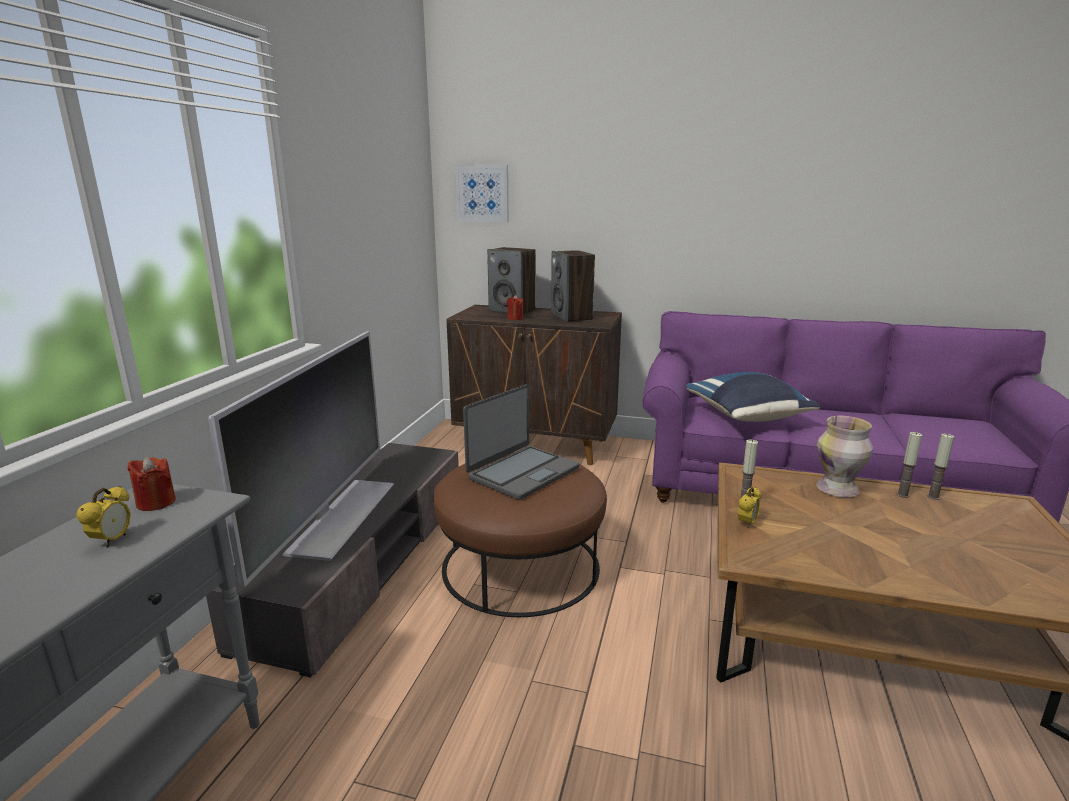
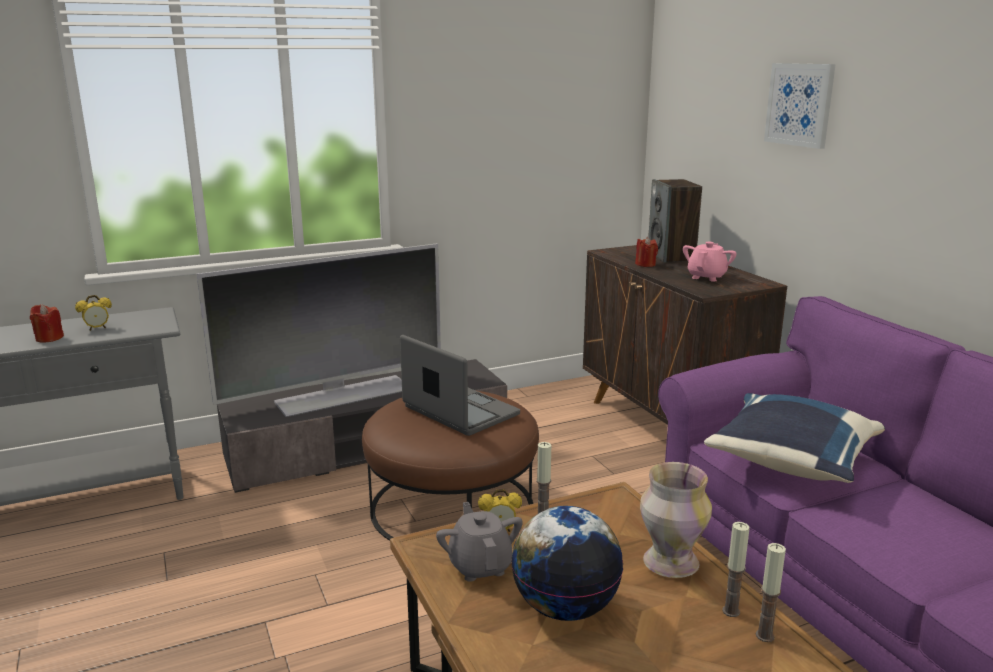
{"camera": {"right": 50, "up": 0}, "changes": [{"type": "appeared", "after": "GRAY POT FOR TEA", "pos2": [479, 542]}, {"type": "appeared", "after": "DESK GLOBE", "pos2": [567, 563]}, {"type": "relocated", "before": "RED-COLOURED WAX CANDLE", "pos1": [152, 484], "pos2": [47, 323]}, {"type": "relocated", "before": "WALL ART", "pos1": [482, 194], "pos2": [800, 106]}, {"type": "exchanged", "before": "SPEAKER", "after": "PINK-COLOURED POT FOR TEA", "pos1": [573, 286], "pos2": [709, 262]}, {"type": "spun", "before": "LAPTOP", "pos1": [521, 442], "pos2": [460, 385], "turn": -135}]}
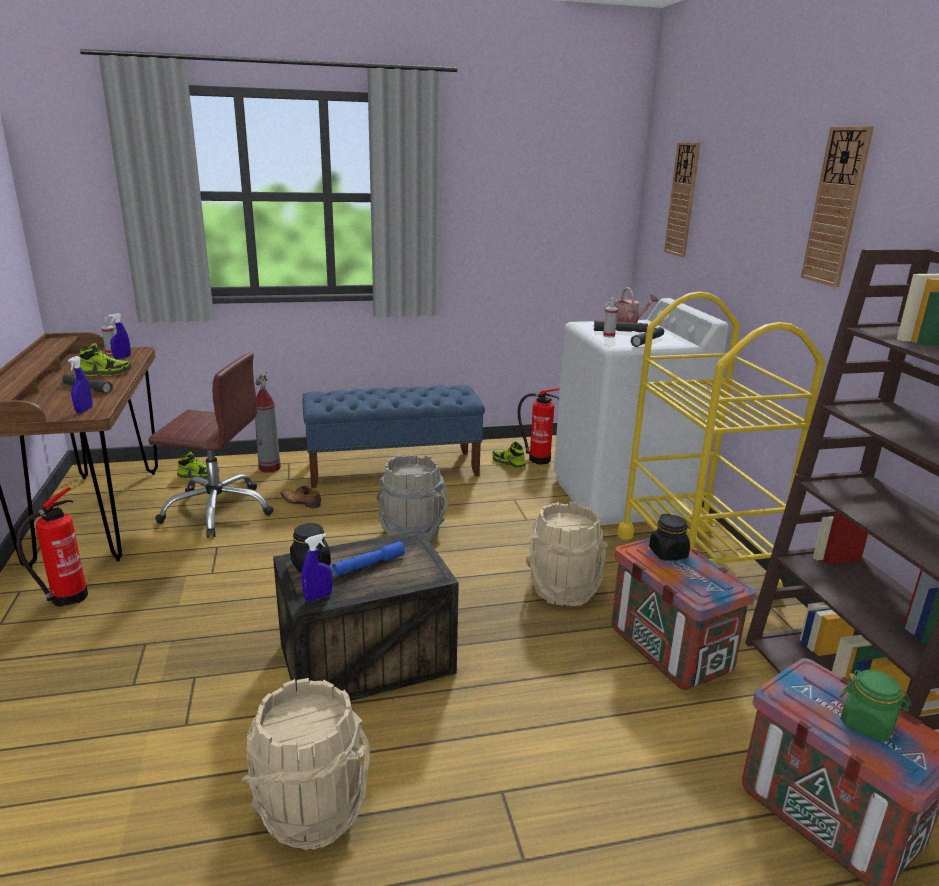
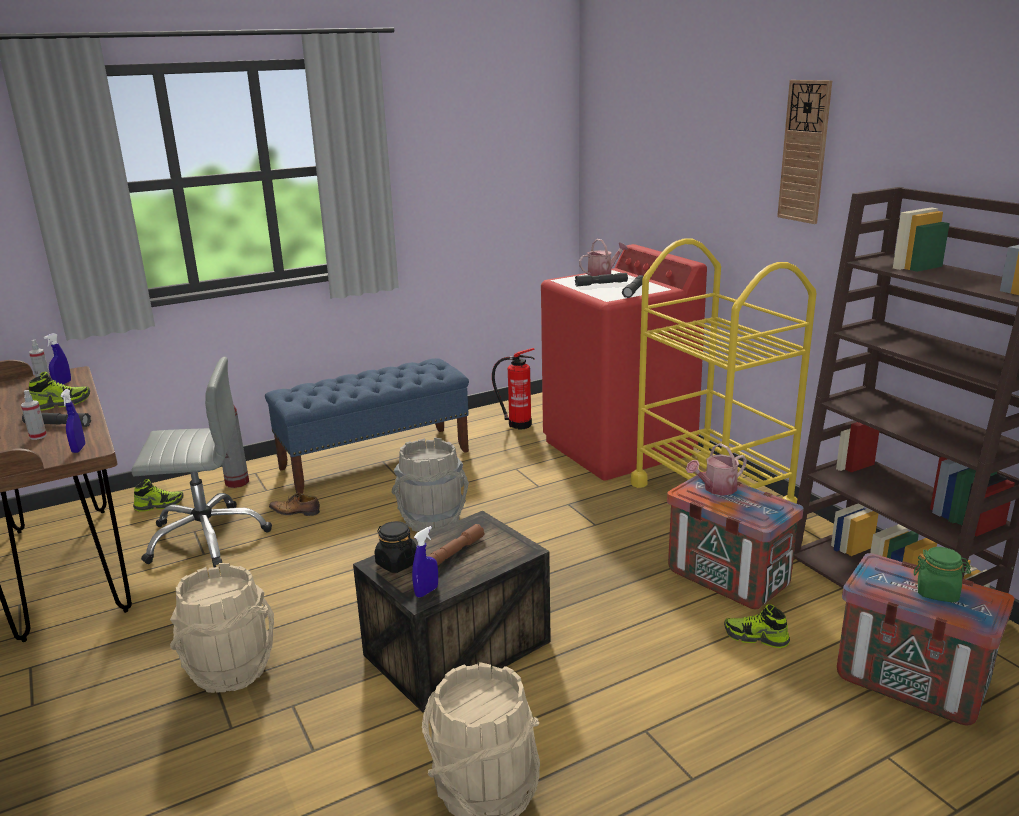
{"camera": {"right": -15, "up": 0}, "changes": [{"type": "missing", "before": "EXTINGUISHER", "pos1": [52, 547]}, {"type": "missing", "before": "CLOCK ON THE WALL", "pos1": [682, 199]}, {"type": "relocated", "before": "SHOE", "pos1": [509, 455], "pos2": [757, 626]}, {"type": "relocated", "before": "BEIGE-COLOURED WATER BUCKET", "pos1": [567, 553], "pos2": [222, 628]}, {"type": "relocated", "before": "HAND SPRAYER", "pos1": [610, 317], "pos2": [34, 415]}, {"type": "exchanged", "before": "BLACK PRESERVE JAR", "after": "SPRINKLING CAN", "pos1": [669, 537], "pos2": [716, 469]}, {"type": "colour", "before": "BROWNISH OFFICE CHAIR", "after": "GRAY OFFICE CHAIR", "pos1": [211, 445], "pos2": [201, 462]}, {"type": "colour", "before": "BLUISH FLASHLIGHT", "after": "BROWNISH FLASHLIGHT", "pos1": [368, 558], "pos2": [456, 544]}, {"type": "colour", "before": "WHITISH LAUNDRY MACHINE", "after": "RED-COLOURED LAUNDRY MACHINE", "pos1": [641, 412], "pos2": [624, 362]}]}
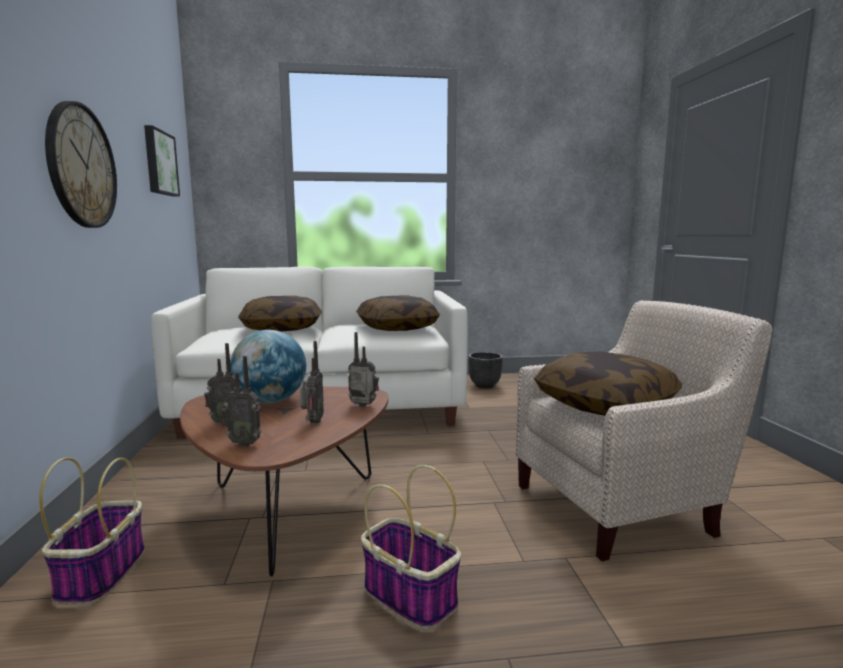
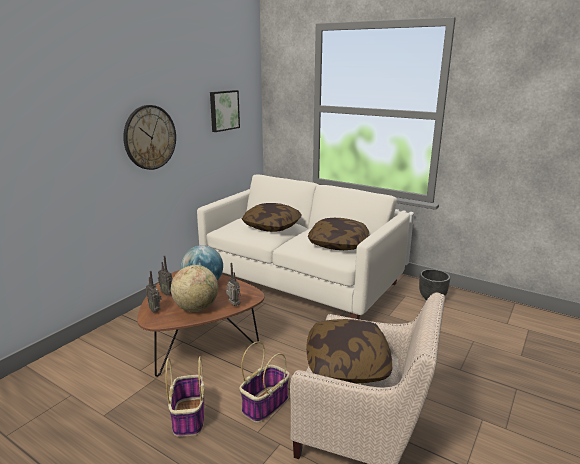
{"camera": {"right": 40, "up": 10}, "changes": [{"type": "relocated", "before": "HOUSEHOLD BASKET", "pos1": [92, 531], "pos2": [264, 382]}, {"type": "exchanged", "before": "RADIO RECEIVER", "after": "DESK GLOBE", "pos1": [312, 382], "pos2": [194, 288]}]}
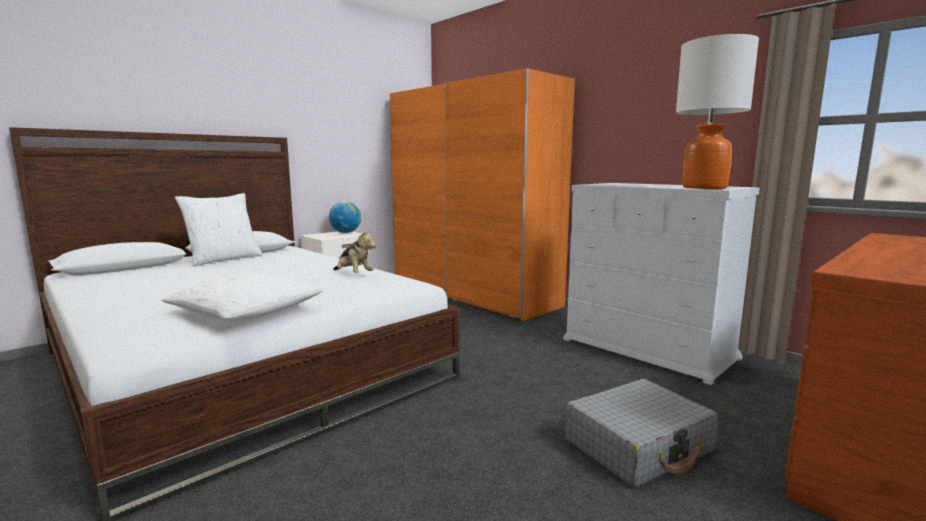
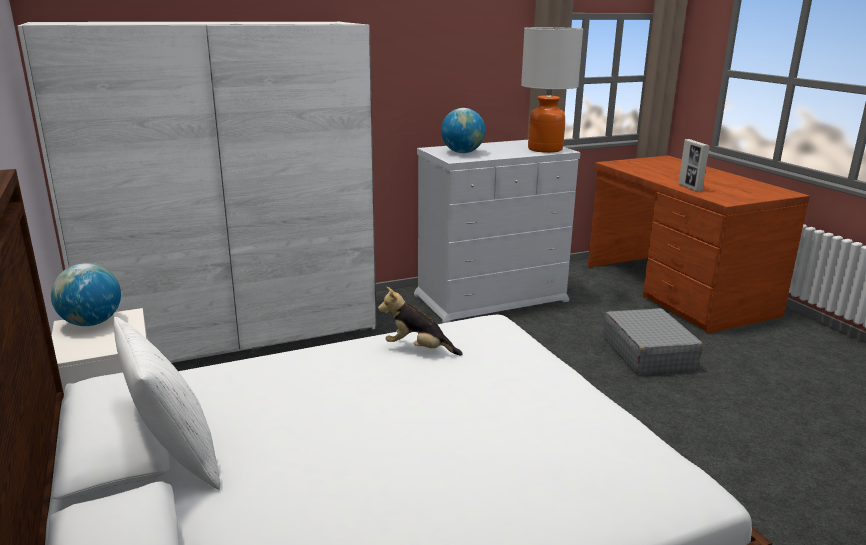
{"camera": {"right": -70, "up": 10}, "changes": [{"type": "missing", "before": "WHITISH PILLOW", "pos1": [242, 298]}, {"type": "appeared", "after": "DESK GLOBE", "pos2": [463, 130]}, {"type": "appeared", "after": "PHOTO FRAME", "pos2": [694, 165]}, {"type": "colour", "before": "ORANGE ARMOIRE", "after": "WHITISH ARMOIRE", "pos1": [482, 194], "pos2": [196, 192]}, {"type": "spun", "before": "PLUSH TOY", "pos1": [354, 251], "pos2": [420, 321], "turn": -135}]}
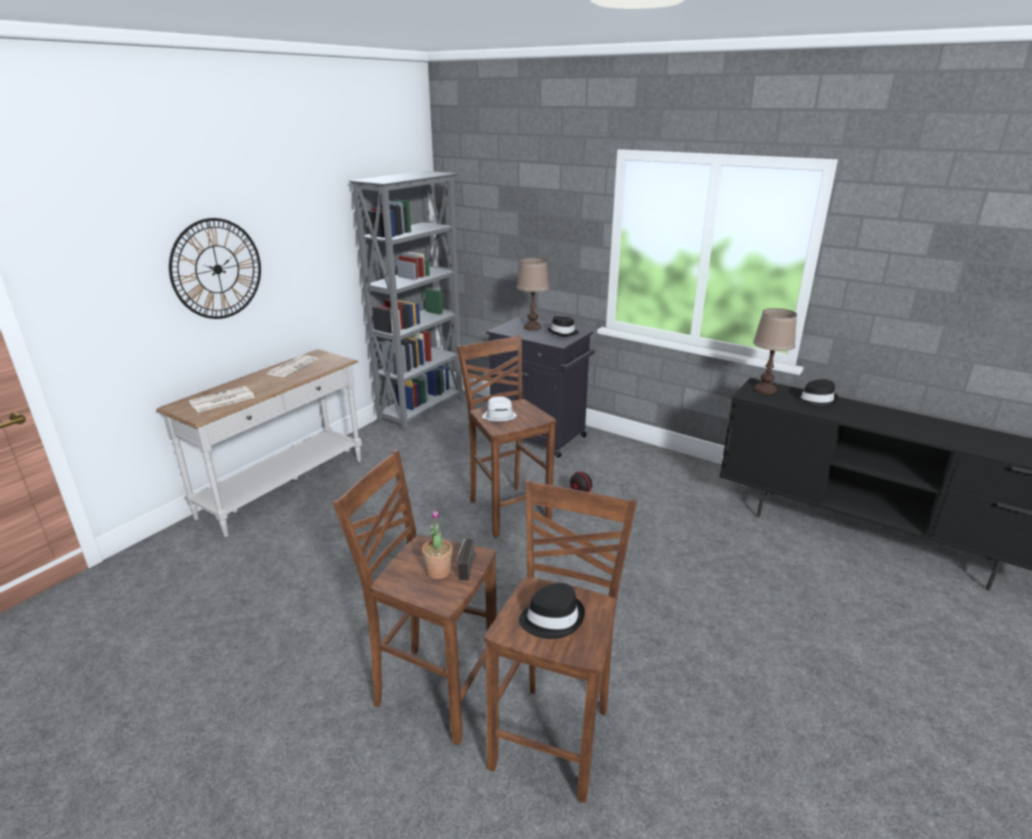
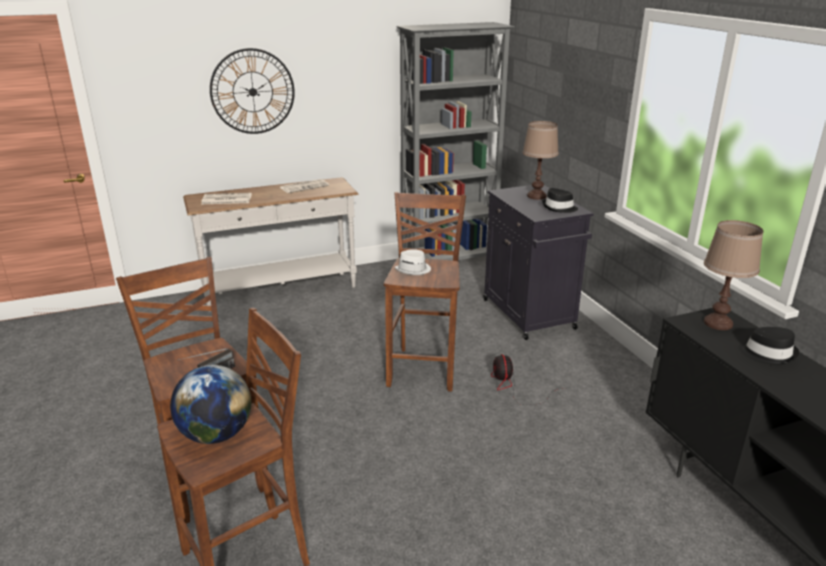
{"camera": {"right": 35, "up": 0}, "changes": [{"type": "missing", "before": "HOUSEPLANT", "pos1": [437, 544]}, {"type": "exchanged", "before": "BLACK HAT", "after": "DESK GLOBE", "pos1": [552, 611], "pos2": [210, 404]}]}
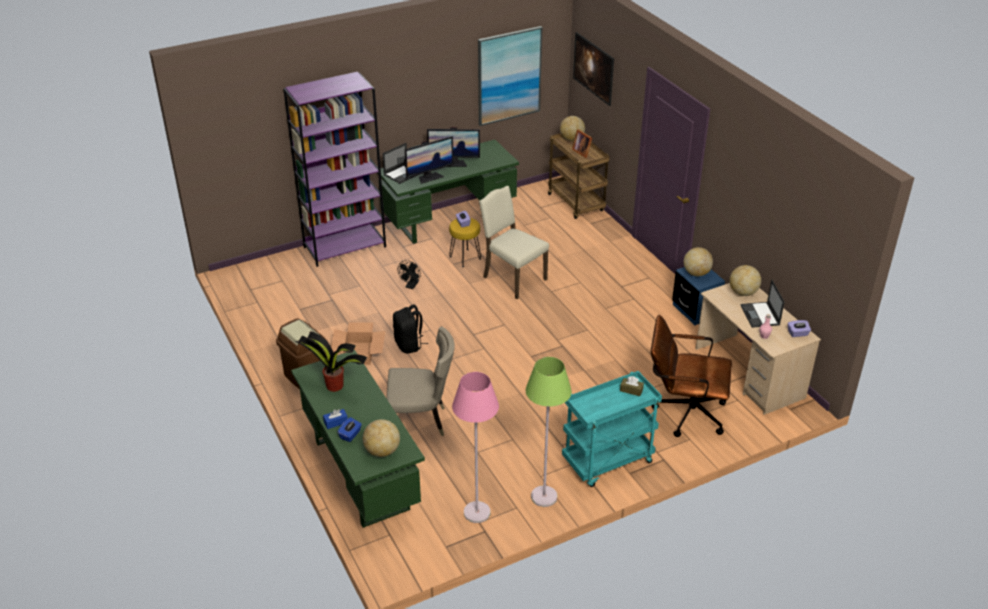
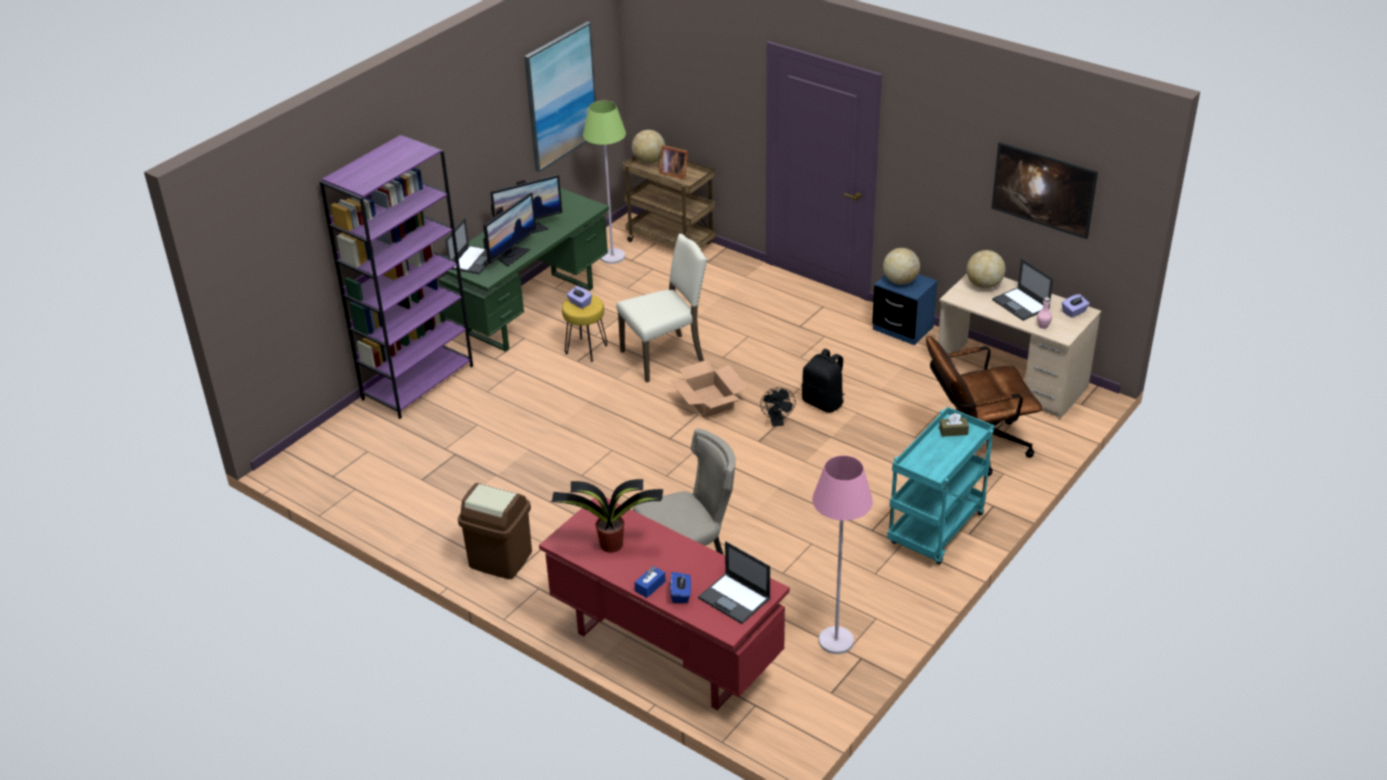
{"camera": {"right": -25, "up": 0}, "changes": [{"type": "relocated", "before": "CARDBOARD BOX", "pos1": [358, 343], "pos2": [709, 389]}, {"type": "relocated", "before": "BLACK RUCKSACK", "pos1": [410, 329], "pos2": [823, 381]}, {"type": "relocated", "before": "BLACK FAN", "pos1": [409, 274], "pos2": [778, 406]}, {"type": "relocated", "before": "GREEN FLOOR LAMP", "pos1": [549, 432], "pos2": [604, 182]}, {"type": "relocated", "before": "WALL ART", "pos1": [593, 69], "pos2": [1044, 190]}, {"type": "exchanged", "before": "DESK GLOBE", "after": "LAPTOP", "pos1": [381, 438], "pos2": [734, 582]}, {"type": "colour", "before": "GREEN DESK", "after": "RED-COLOURED DESK", "pos1": [358, 439], "pos2": [664, 603]}, {"type": "spun", "before": "BEIGE-COLOURED CHAIR", "pos1": [514, 242], "pos2": [662, 308], "turn": 135}]}
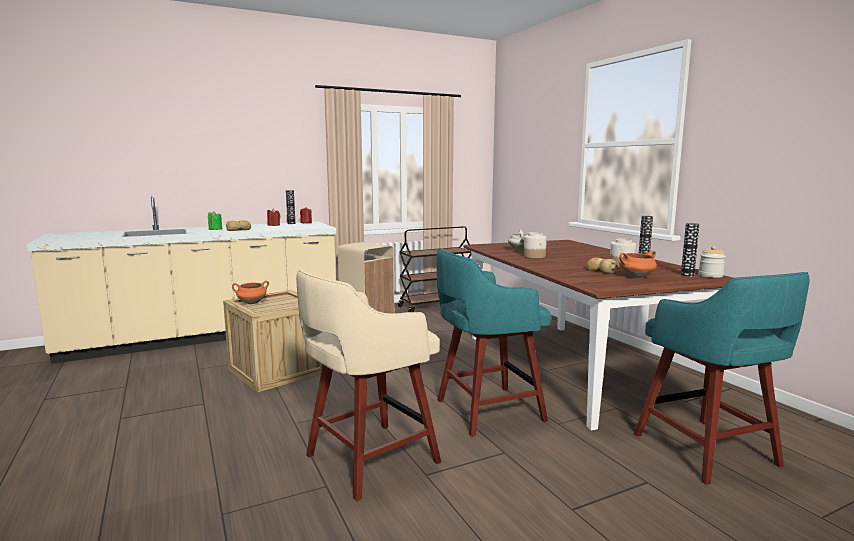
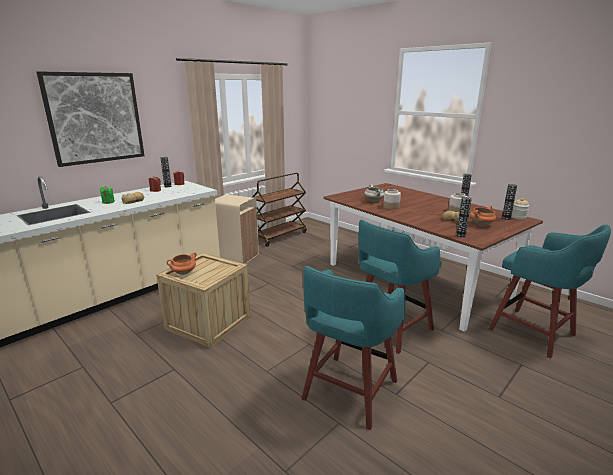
{"camera": {"right": -20, "up": 10}, "changes": [{"type": "appeared", "after": "WALL ART", "pos2": [91, 119]}, {"type": "appeared", "after": "VASE", "pos2": [464, 217]}, {"type": "colour", "before": "BEIGE-COLOURED STOOL", "after": "BLUE-GREEN STOOL", "pos1": [368, 384], "pos2": [353, 348]}]}
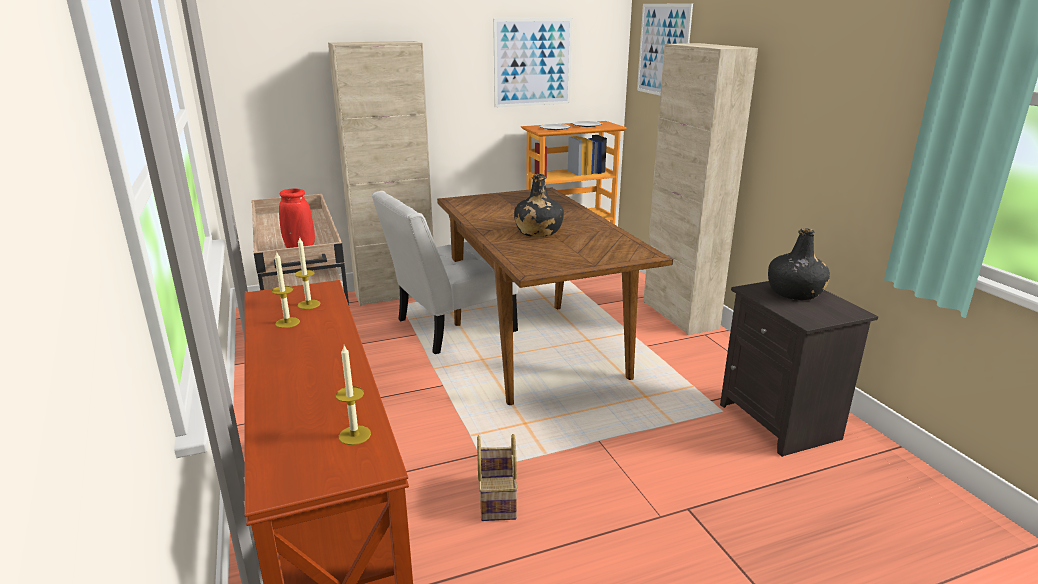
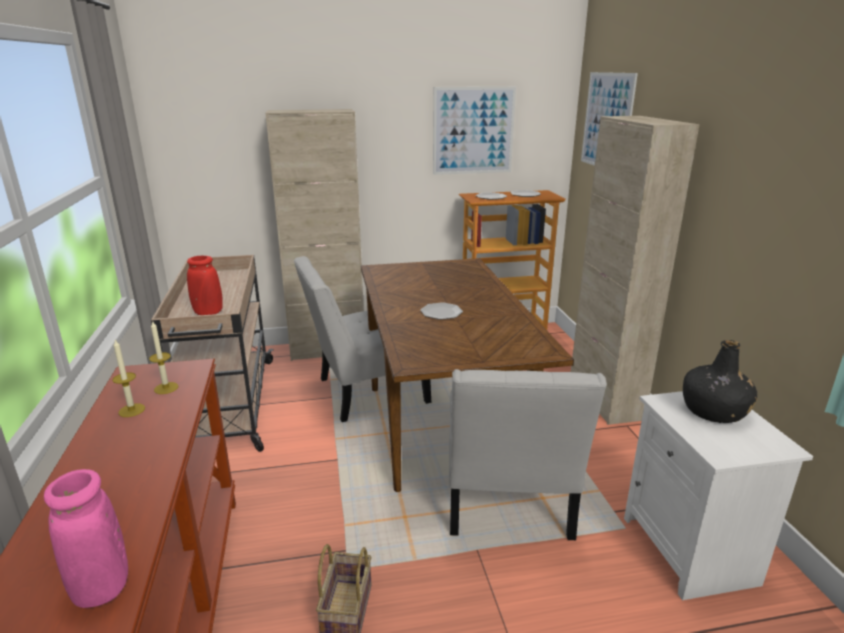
{"camera": {"right": 10, "up": 0}, "changes": [{"type": "appeared", "after": "WHITISH CHAIR", "pos2": [528, 454]}, {"type": "exchanged", "before": "WAX CANDLE", "after": "PINK-COLOURED VASE", "pos1": [353, 395], "pos2": [86, 538]}, {"type": "exchanged", "before": "BLACK BOTTLE", "after": "PLATE", "pos1": [539, 205], "pos2": [441, 311]}, {"type": "colour", "before": "BLACK BEDSIDE TABLE", "after": "WHITISH BEDSIDE TABLE", "pos1": [799, 369], "pos2": [718, 495]}]}
